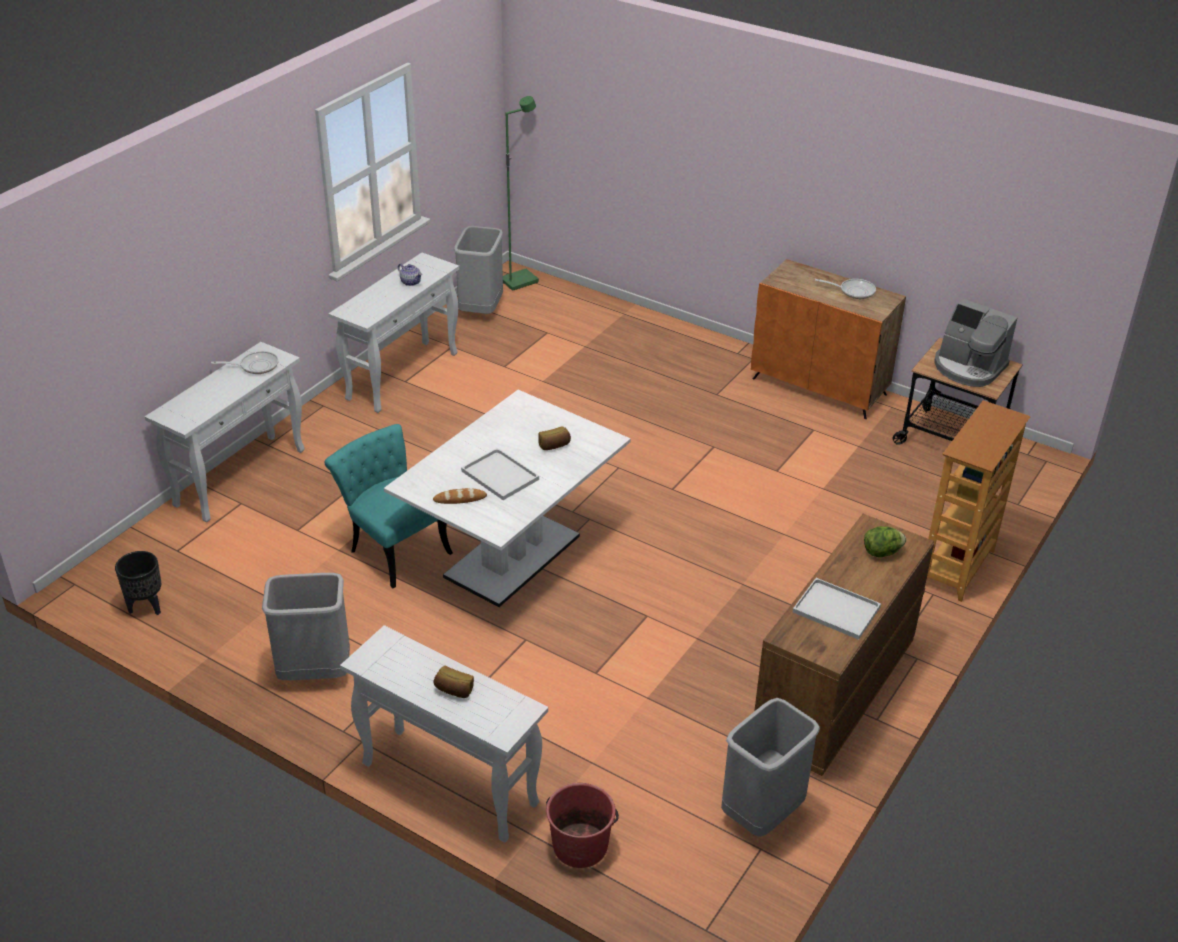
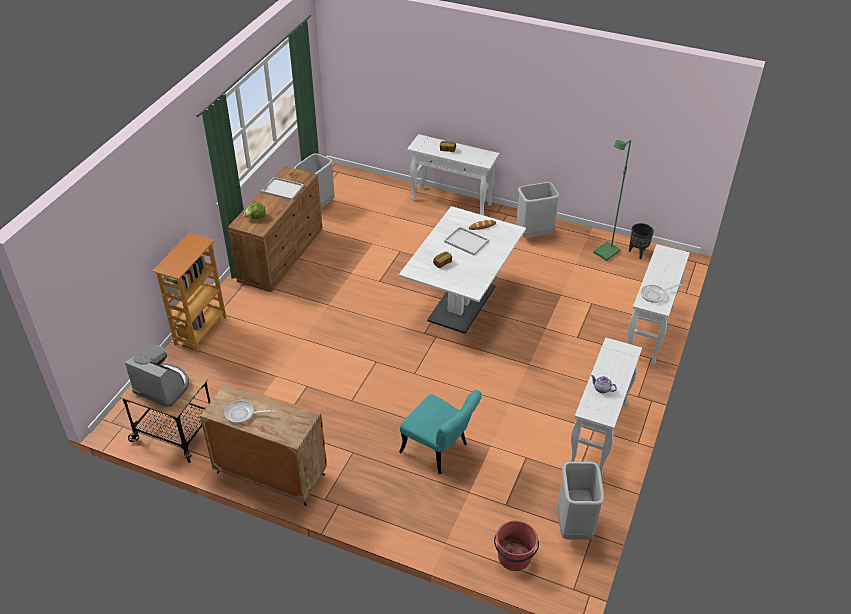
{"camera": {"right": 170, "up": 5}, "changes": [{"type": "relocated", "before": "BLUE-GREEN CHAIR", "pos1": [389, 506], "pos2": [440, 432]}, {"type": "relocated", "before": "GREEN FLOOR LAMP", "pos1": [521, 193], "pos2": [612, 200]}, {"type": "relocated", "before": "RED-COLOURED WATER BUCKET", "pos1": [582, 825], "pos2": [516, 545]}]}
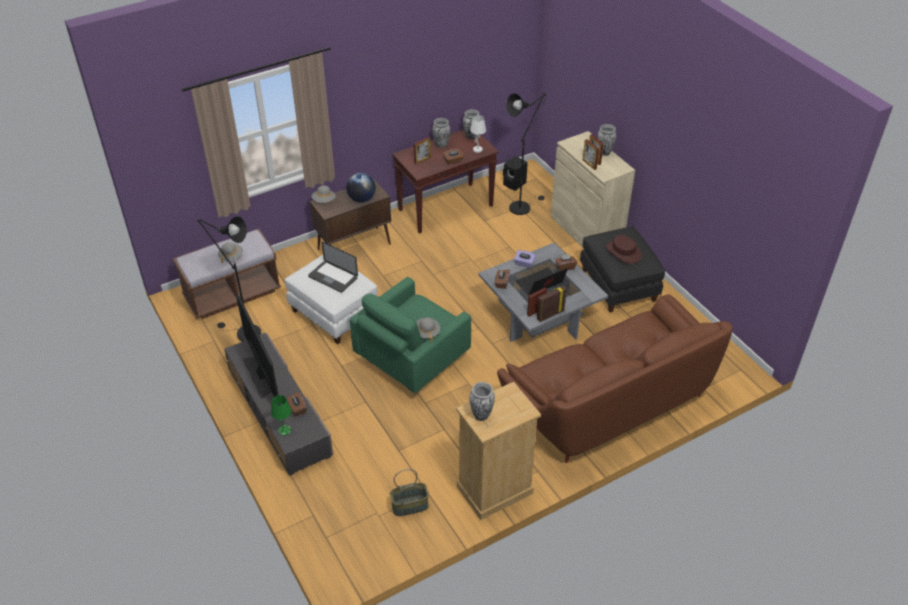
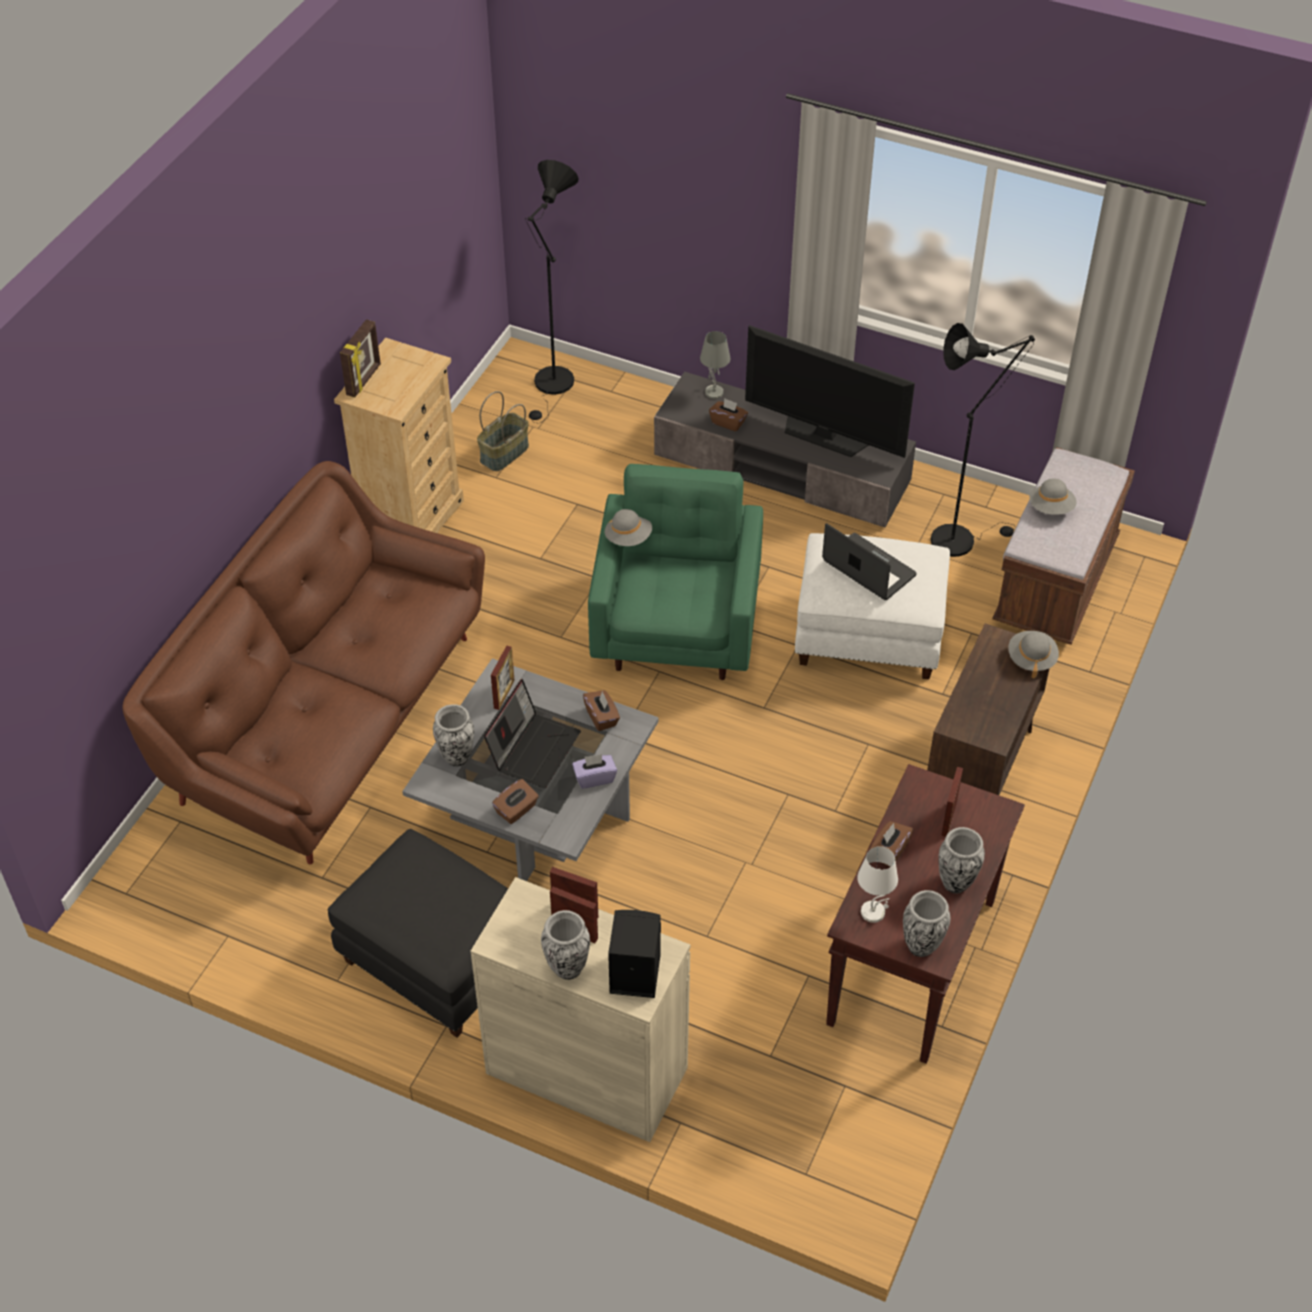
{"camera": {"right": 145, "up": 5}, "changes": [{"type": "missing", "before": "DESK GLOBE", "pos1": [361, 187]}, {"type": "missing", "before": "BROWNISH HAT", "pos1": [624, 249]}, {"type": "relocated", "before": "VASE", "pos1": [482, 401], "pos2": [453, 735]}, {"type": "relocated", "before": "BLACK SPEAKER", "pos1": [515, 173], "pos2": [634, 954]}, {"type": "relocated", "before": "BLACK FLOOR LAMP", "pos1": [526, 154], "pos2": [552, 292]}, {"type": "relocated", "before": "PHOTO FRAME", "pos1": [552, 304], "pos2": [360, 358]}, {"type": "colour", "before": "GREEN TABLE LAMP", "after": "GRAY TABLE LAMP", "pos1": [281, 415], "pos2": [715, 365]}, {"type": "spun", "before": "LAPTOP", "pos1": [333, 267], "pos2": [869, 561], "turn": 45}]}
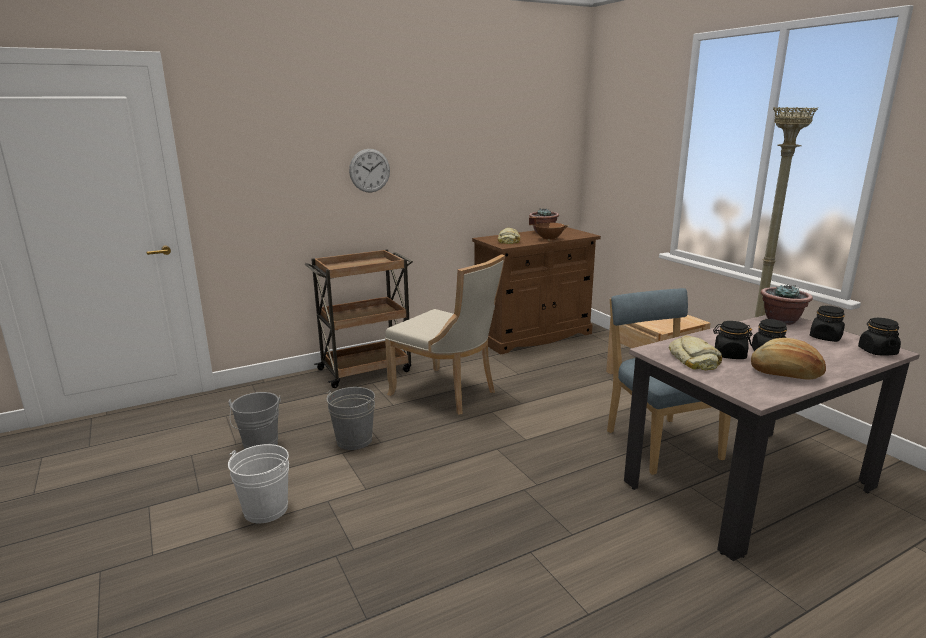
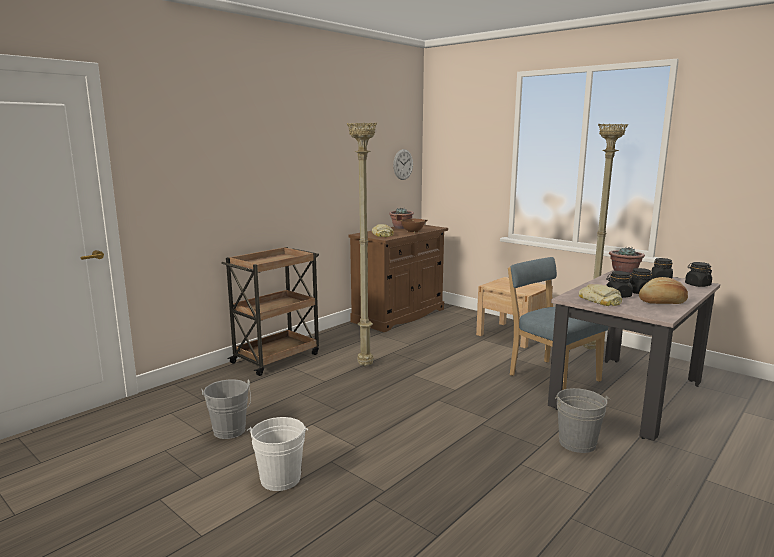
{"camera": {"right": -20, "up": -5}, "changes": [{"type": "relocated", "before": "GRAY WATER BUCKET", "pos1": [350, 418], "pos2": [582, 420]}, {"type": "relocated", "before": "CLOCK ON THE WALL", "pos1": [369, 171], "pos2": [403, 164]}, {"type": "exchanged", "before": "BEIGE-COLOURED CHAIR", "after": "BEIGE-COLOURED FLOOR LAMP", "pos1": [445, 334], "pos2": [361, 244]}]}
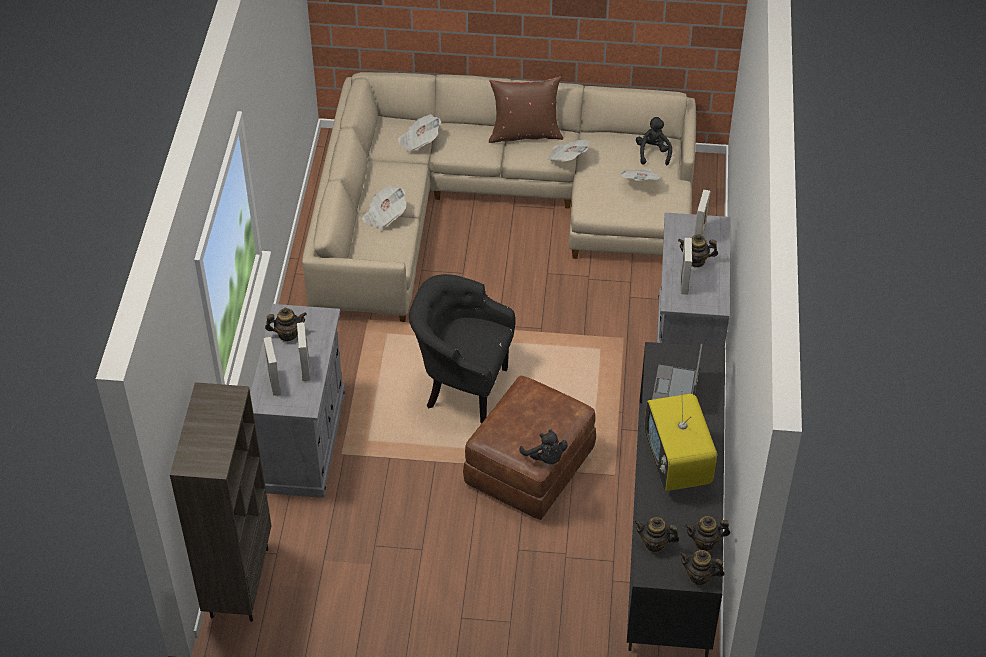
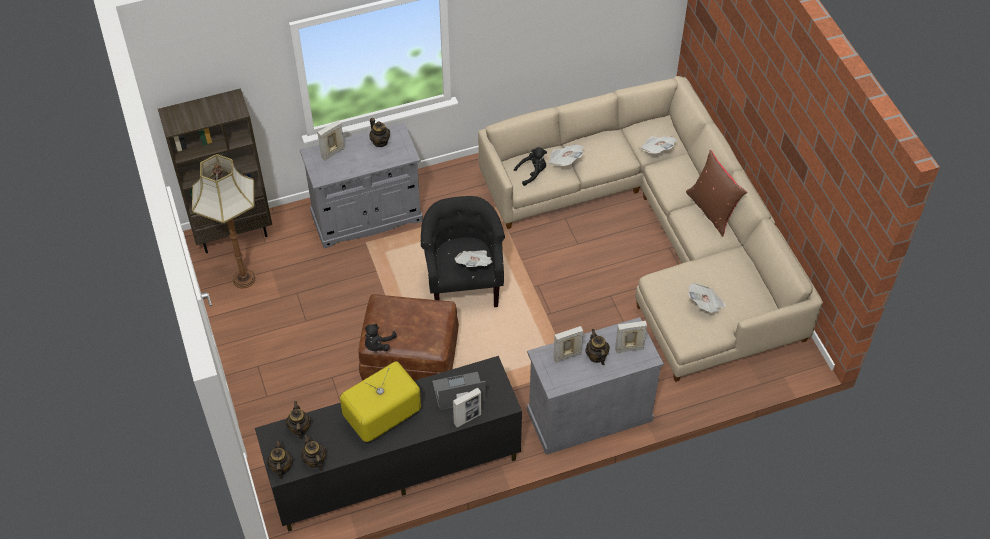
{"camera": {"right": 65, "up": 5}, "changes": [{"type": "appeared", "after": "FLOOR LAMP", "pos2": [224, 221]}, {"type": "relocated", "before": "PHOTO FRAME", "pos1": [303, 351], "pos2": [467, 408]}, {"type": "relocated", "before": "PRINTED PAPER", "pos1": [568, 150], "pos2": [474, 258]}, {"type": "relocated", "before": "BLACK PLUSH TOY", "pos1": [654, 141], "pos2": [530, 166]}]}
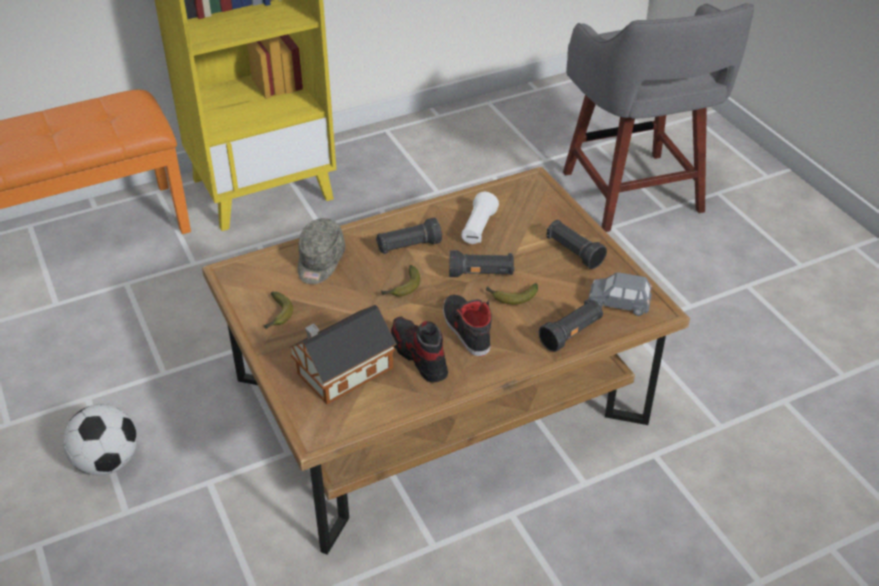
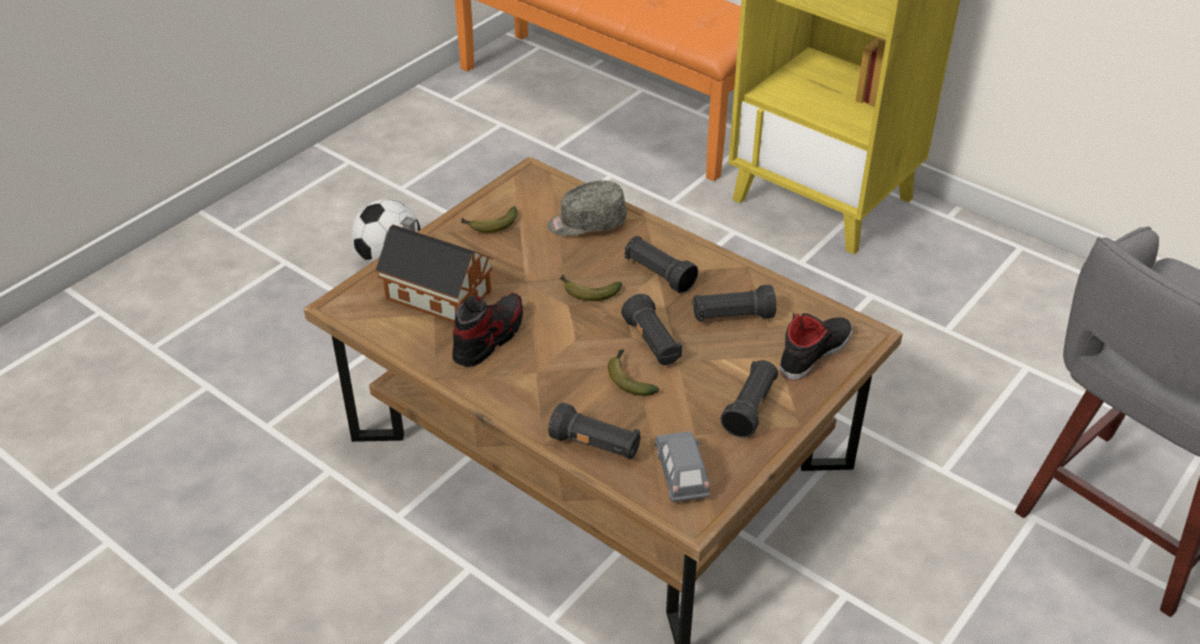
{"camera": {"right": 65, "up": 0}, "changes": [{"type": "relocated", "before": "BLACK SHOE", "pos1": [467, 325], "pos2": [815, 346]}, {"type": "colour", "before": "WHITISH FLASHLIGHT", "after": "BLACK FLASHLIGHT", "pos1": [480, 218], "pos2": [734, 303]}]}
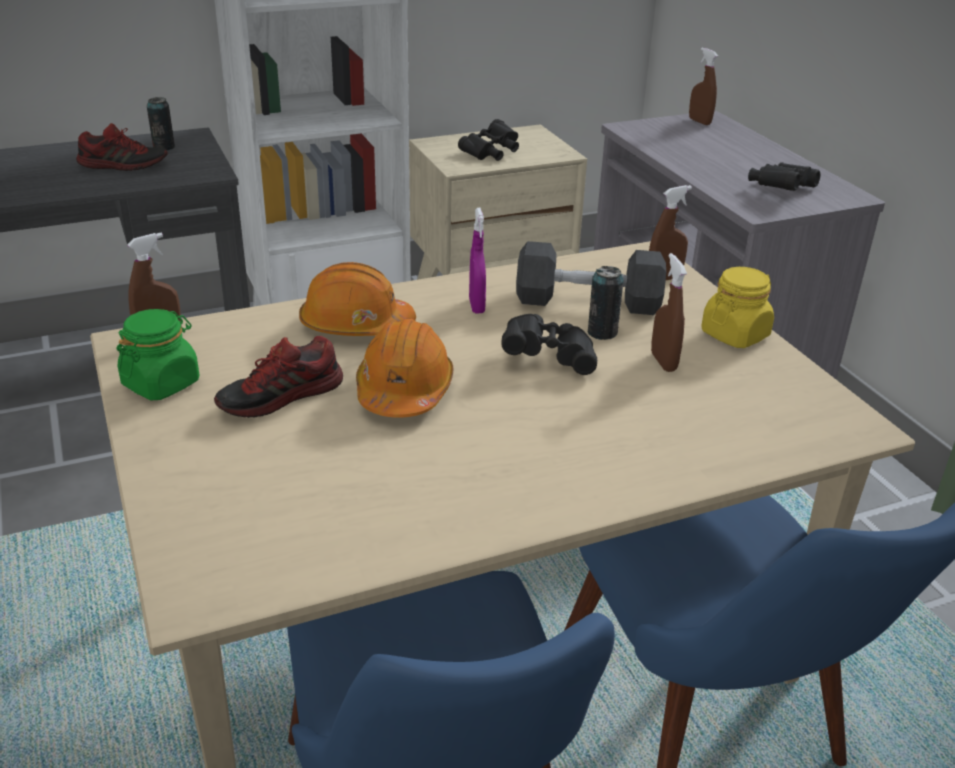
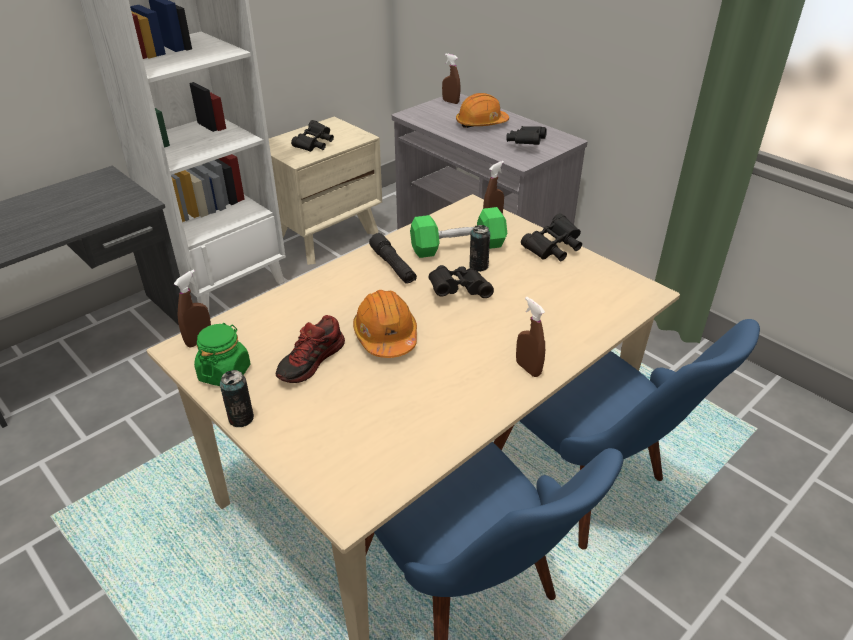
{"camera": {"right": -20, "up": 5}, "changes": [{"type": "missing", "before": "SHOE", "pos1": [122, 147]}, {"type": "relocated", "before": "METAL CAN", "pos1": [161, 123], "pos2": [237, 398]}, {"type": "relocated", "before": "ORANGE HARD HAT", "pos1": [357, 299], "pos2": [482, 110]}, {"type": "relocated", "before": "BROWNISH HAND SPRAYER", "pos1": [669, 312], "pos2": [530, 337]}, {"type": "exchanged", "before": "PURPLE-COLOURED HAND SPRAYER", "after": "BLACK FLASHLIGHT", "pos1": [477, 261], "pos2": [393, 258]}, {"type": "exchanged", "before": "YELLOWISH PRESERVE JAR", "after": "BLACK FIELD GLASSES", "pos1": [737, 307], "pos2": [551, 237]}, {"type": "colour", "before": "GRAY HAND WEIGHT", "after": "GREEN HAND WEIGHT", "pos1": [591, 278], "pos2": [458, 232]}]}
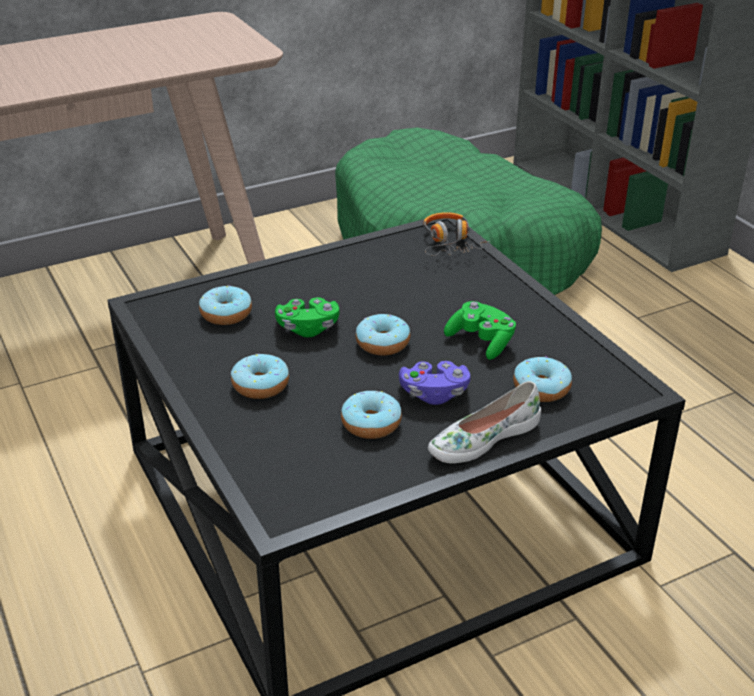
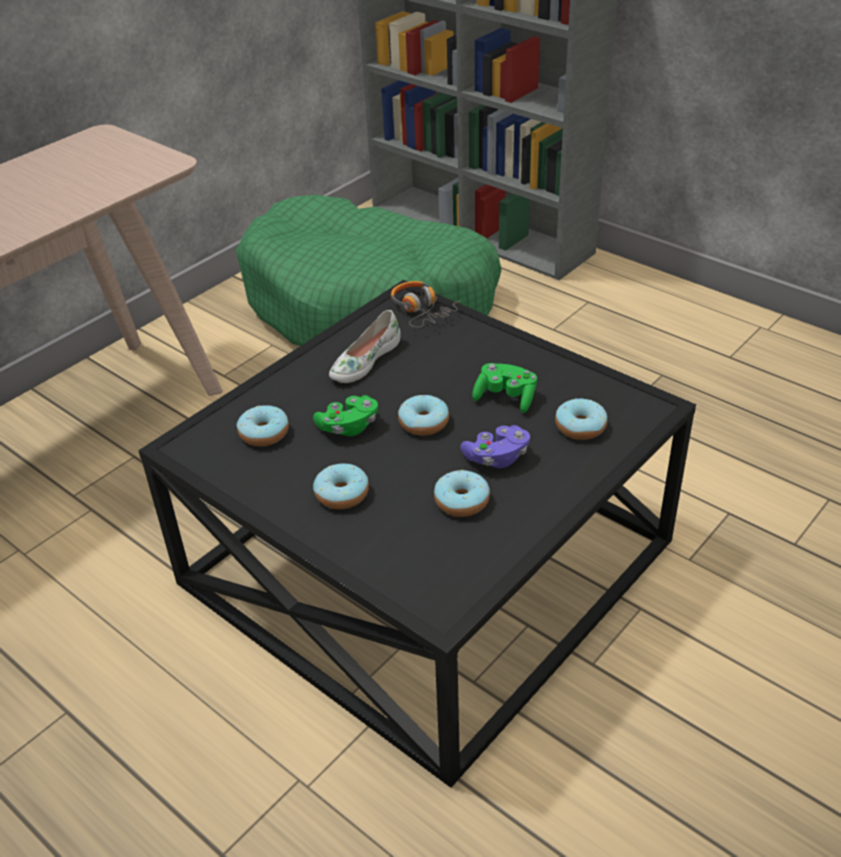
{"camera": {"right": -20, "up": 5}, "changes": [{"type": "relocated", "before": "WHITISH SHOE", "pos1": [484, 422], "pos2": [364, 346]}]}
